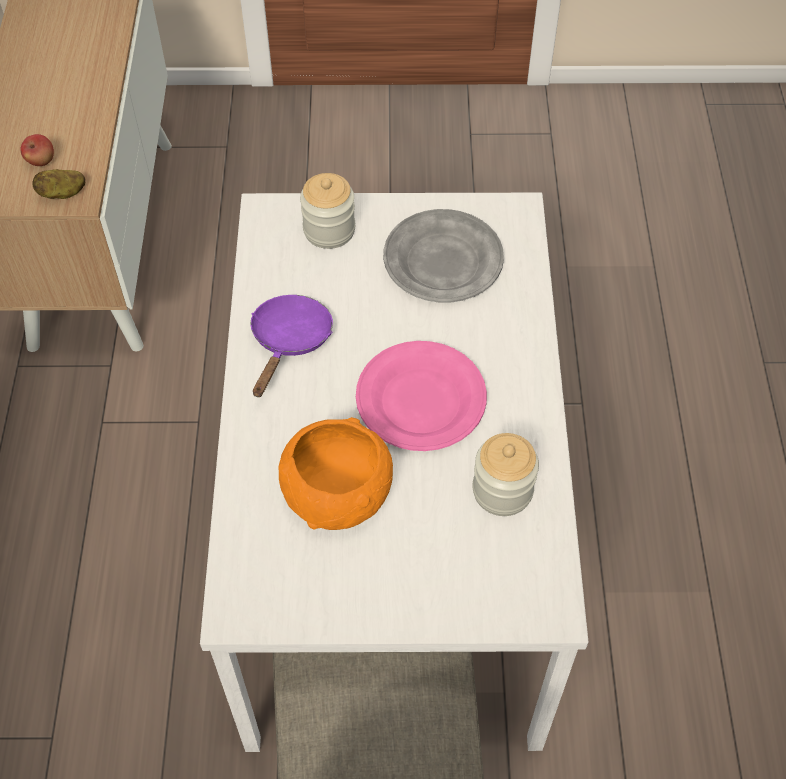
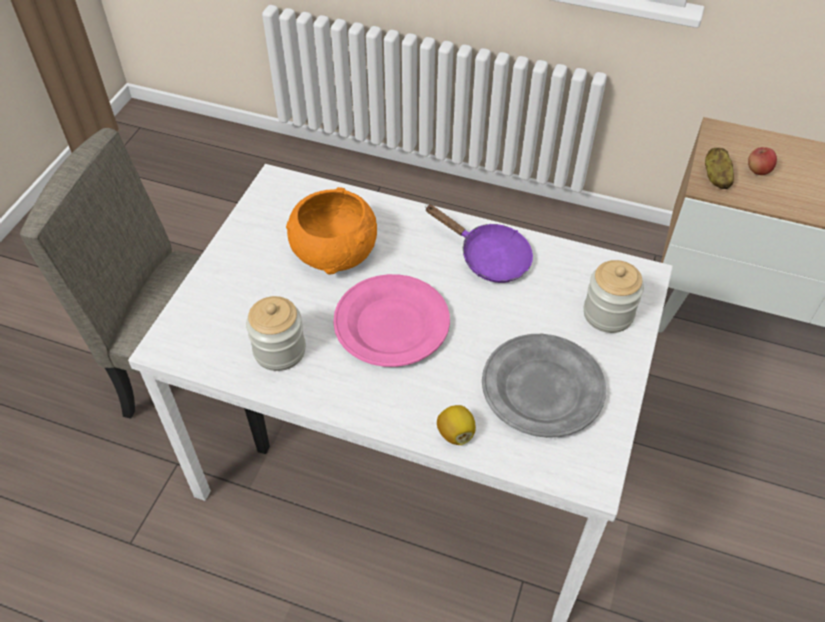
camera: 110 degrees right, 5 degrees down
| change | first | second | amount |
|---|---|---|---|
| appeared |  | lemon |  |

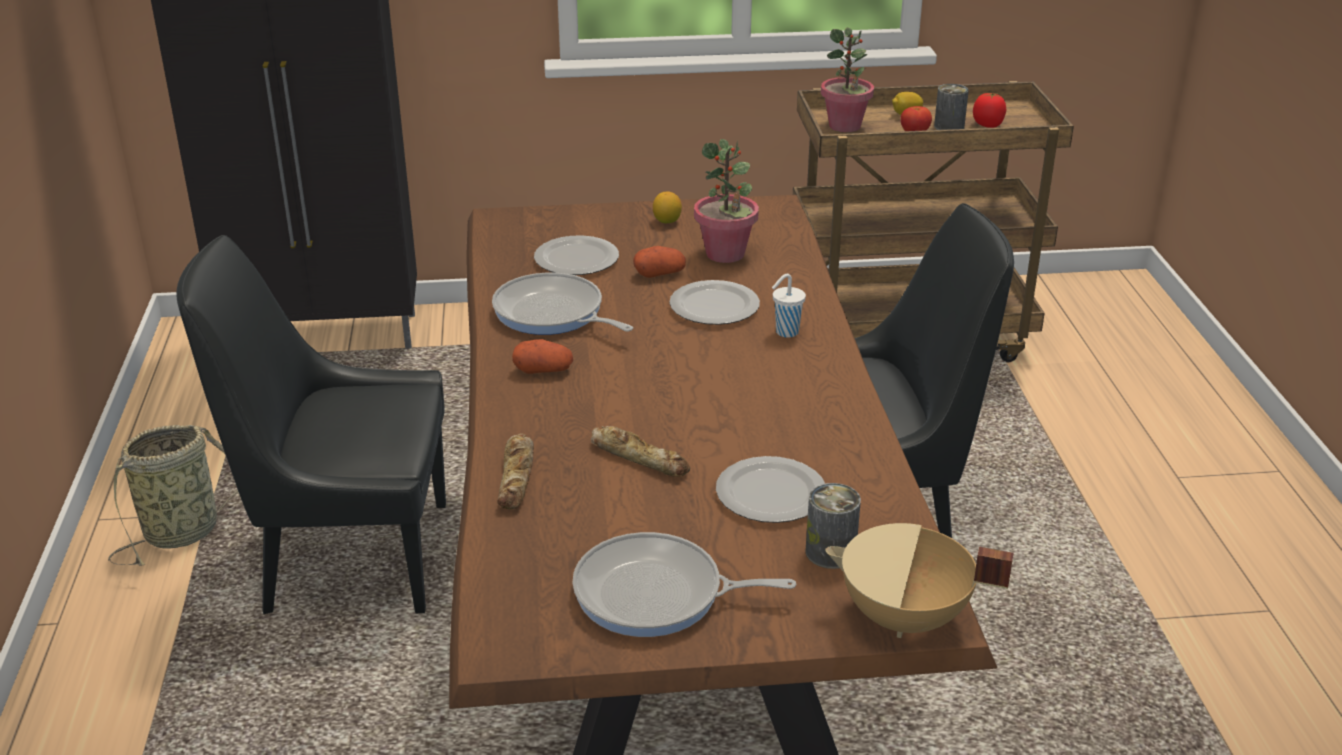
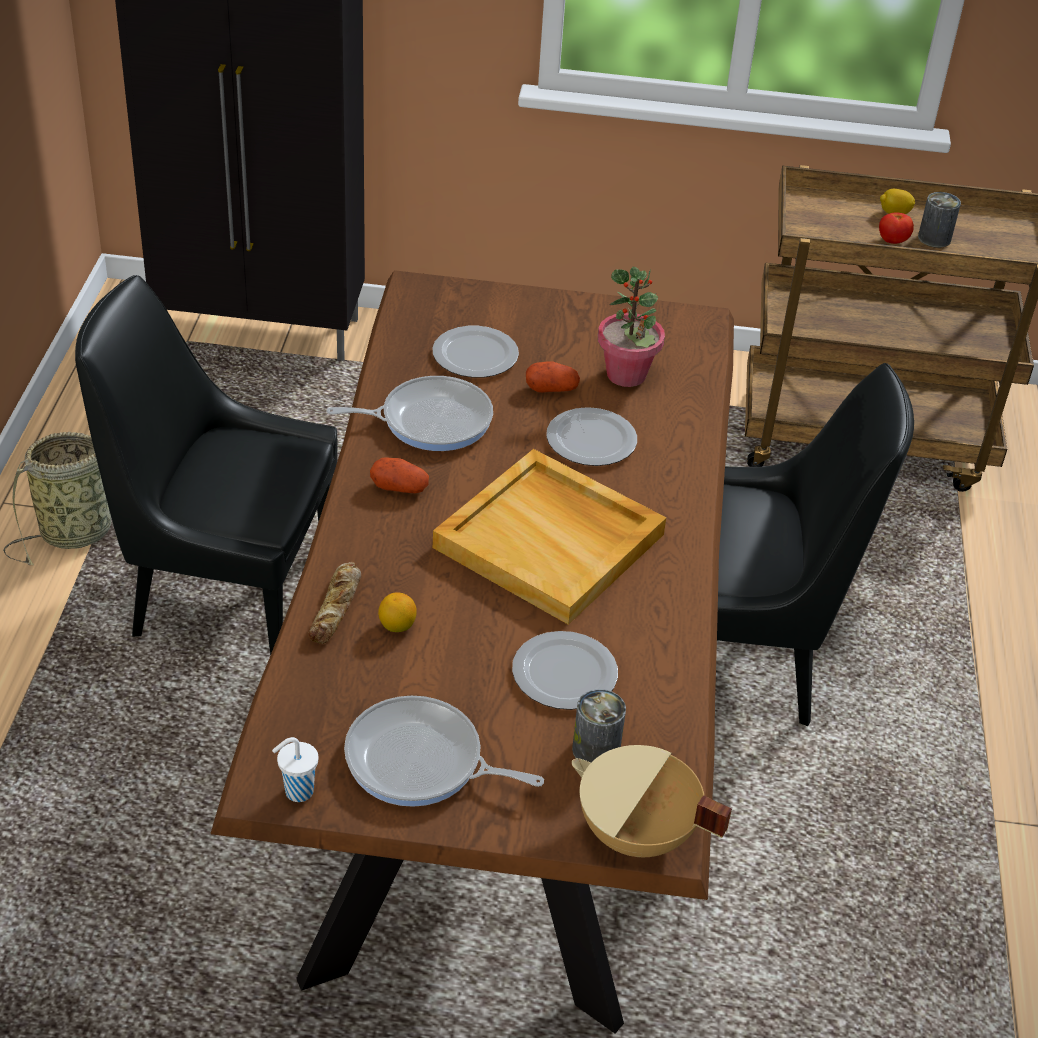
camera: 10 degrees right, 10 degrees up
| change | first | second | amount |
|---|---|---|---|
| missing | bread (no. 2 from left) |  |  |
| missing | potted plant (no. 2 from left) |  |  |
| missing | tomato (no. 2 from left) |  |  |
| appeared |  | tray (beige) |  |
| relocated | lemon (no. 1 from left) |  |  |
| relocated | cup (white) |  |  |
| spun | frying pan (no. 1 from left) |  | 120 degrees clockwise |

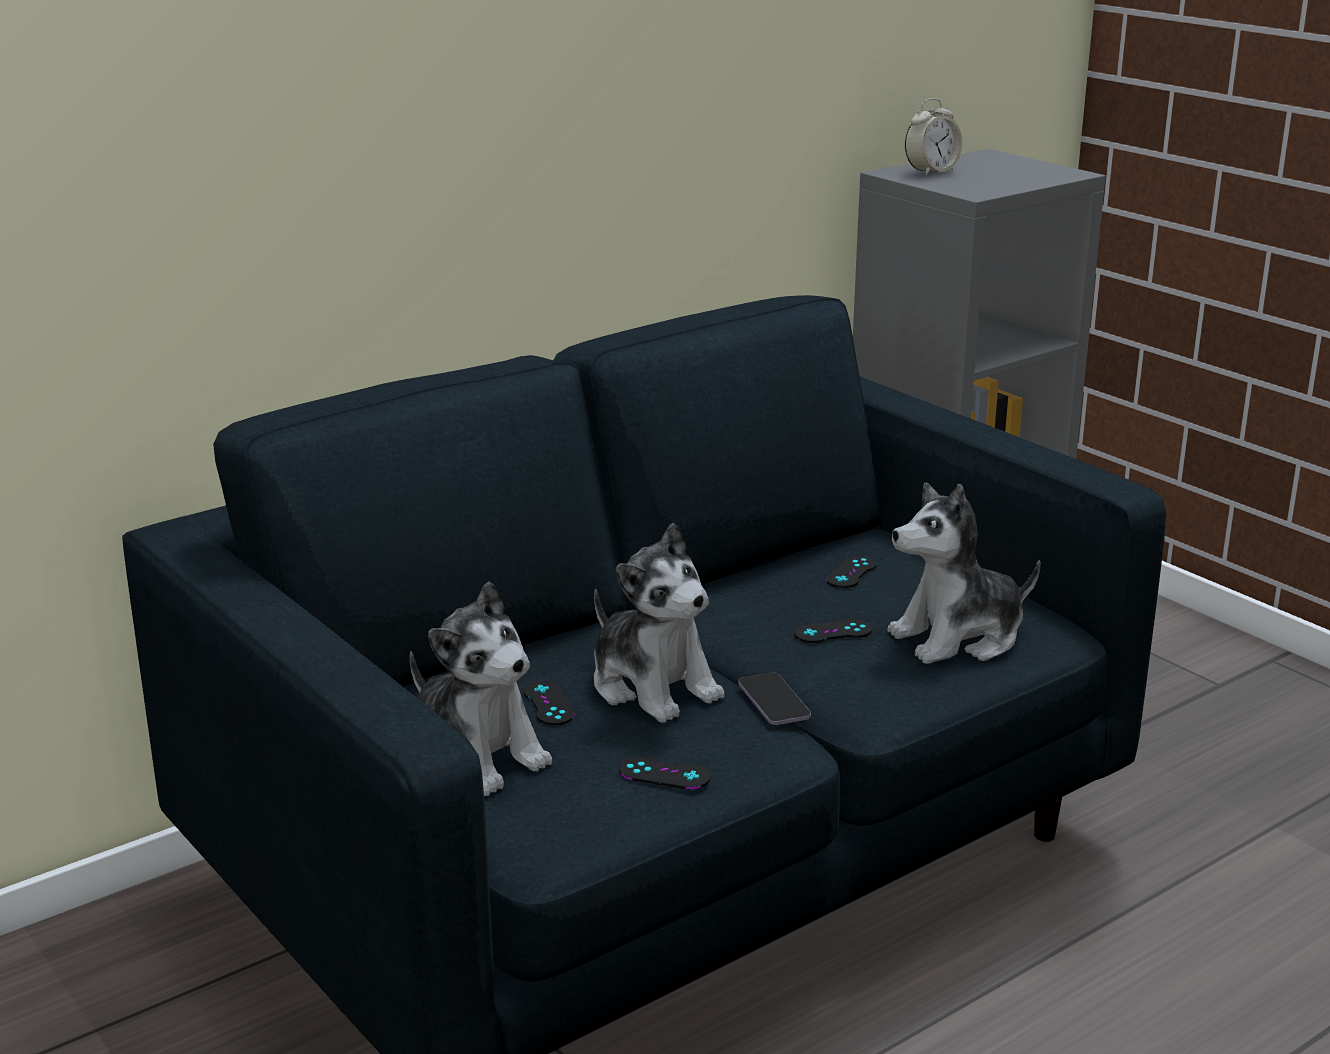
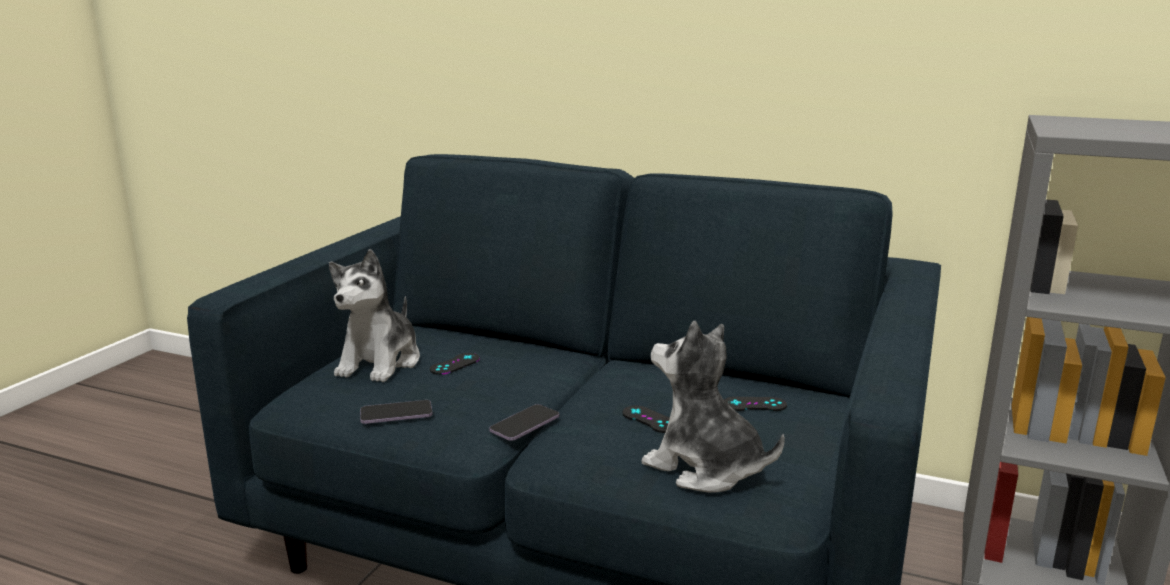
camera: 60 degrees right, 5 degrees down
| change | first | second | amount |
|---|---|---|---|
| missing | plush toy (no. 2 from left) |  |  |
| missing | alarm clock |  |  |
| exchanged | game controller (black) (no. 2 from left) | phone (no. 1 from left) |  |

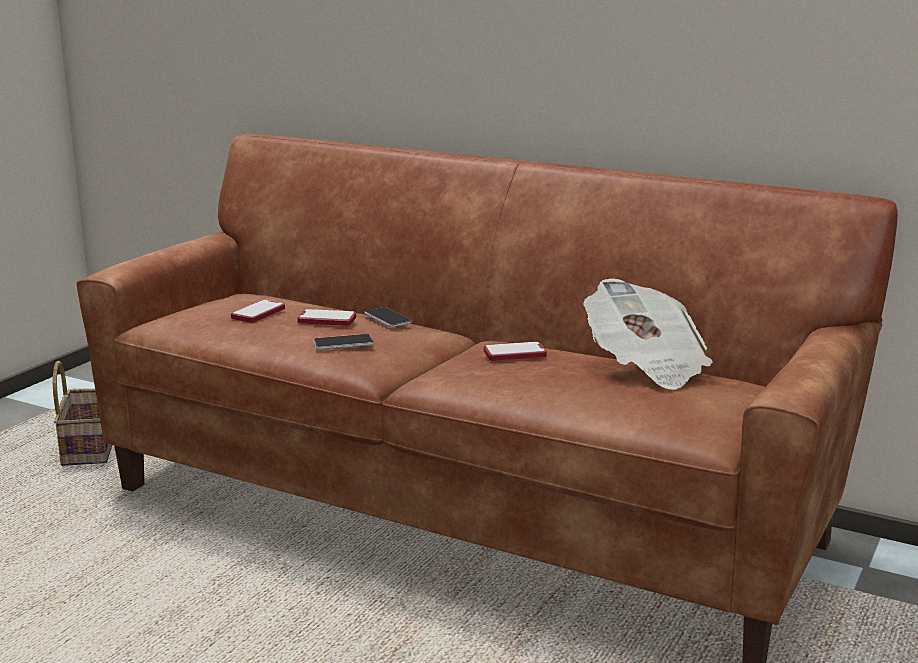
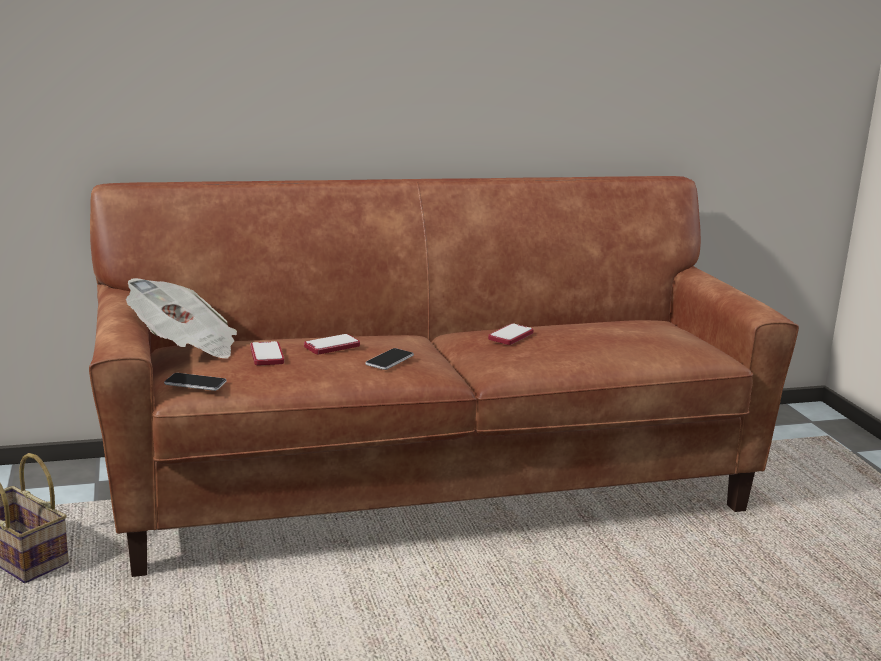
camera: 45 degrees left, 0 degrees up
| change | first | second | amount |
|---|---|---|---|
| relocated | phone (no. 4 from left in the first image) | phone (no. 1 from left) |  |
| relocated | newspaper |  |  |

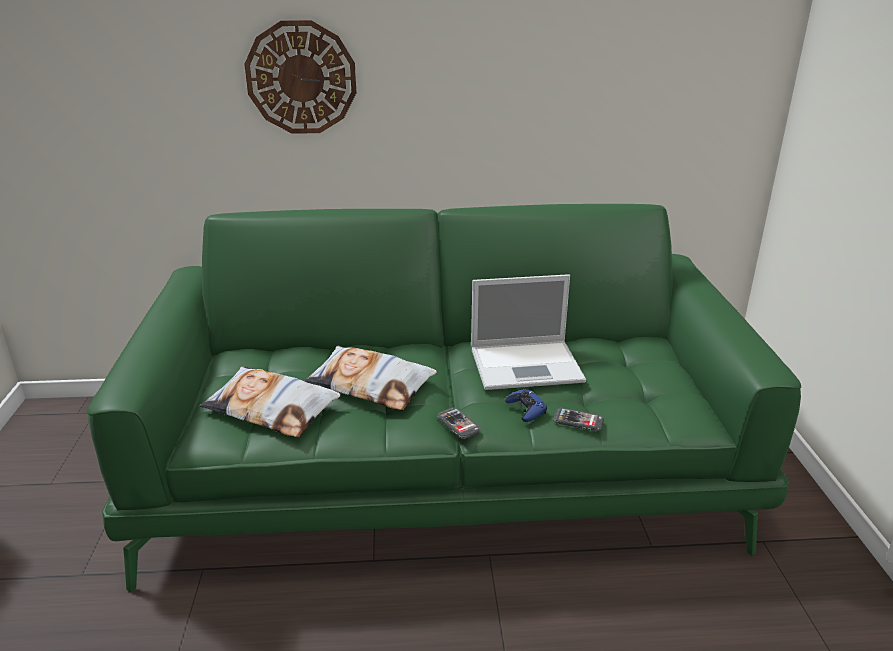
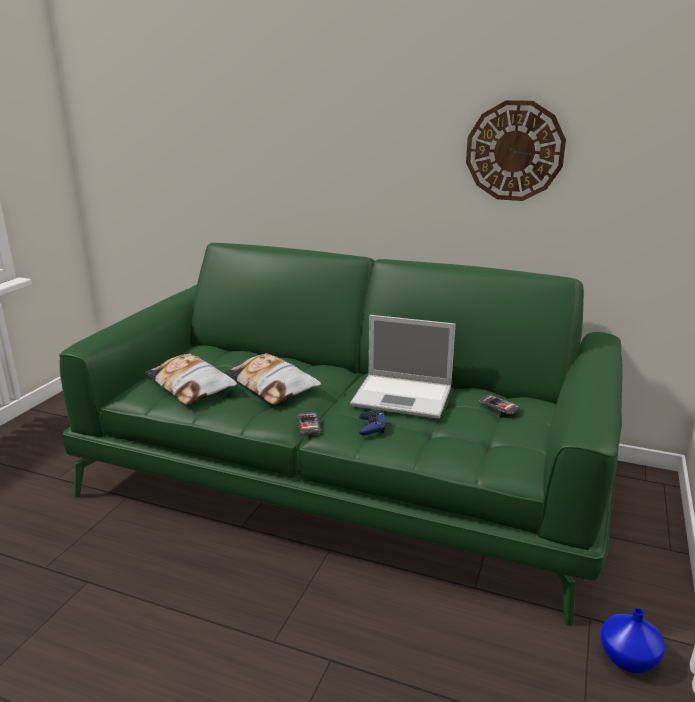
camera: 25 degrees right, 5 degrees down
| change | first | second | amount |
|---|---|---|---|
| appeared |  | vase (blue) |  |
| relocated | wall clock |  |  |
| relocated | phone (no. 2 from left) |  |  |

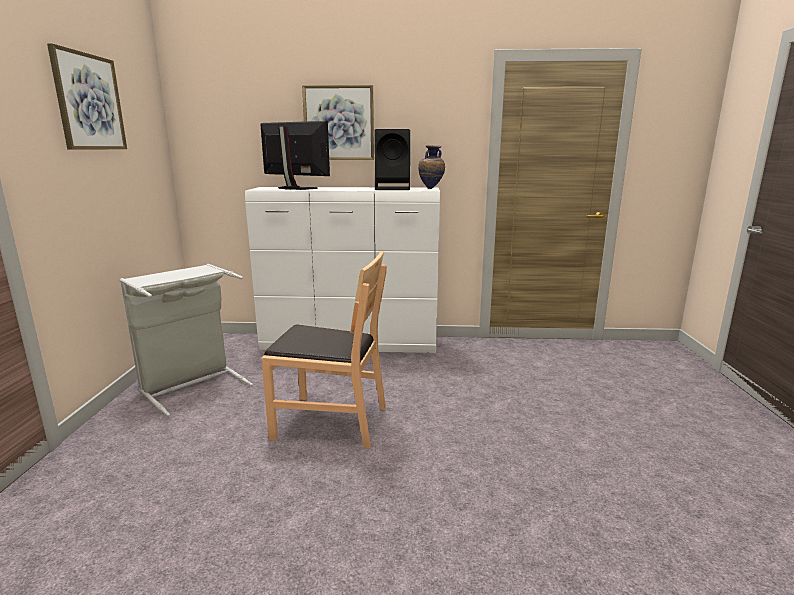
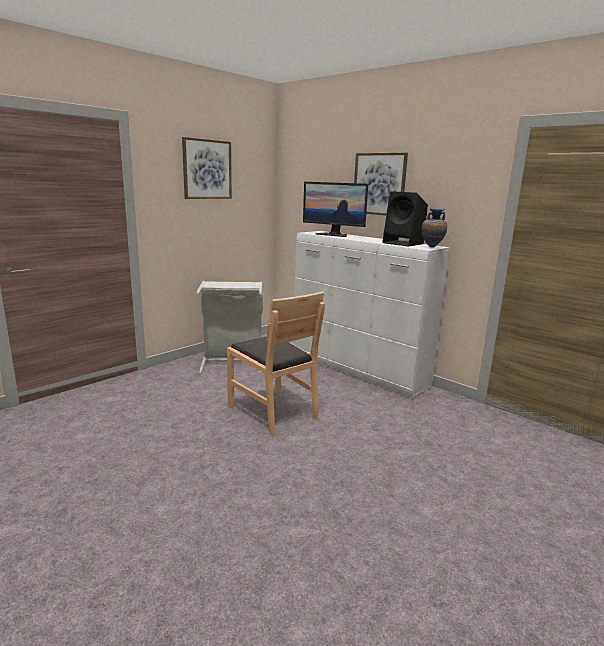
camera: 40 degrees right, 0 degrees up
| change | first | second | amount |
|---|---|---|---|
| spun | monitor |  | 135 degrees clockwise |

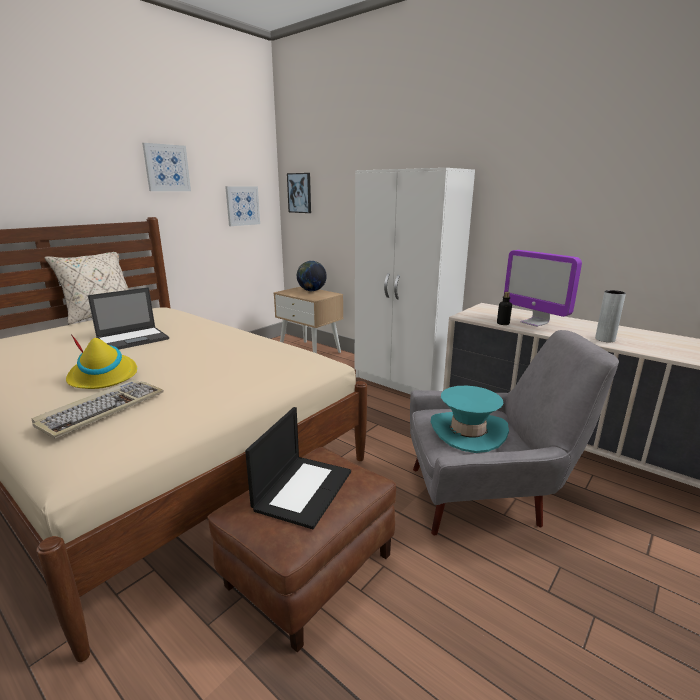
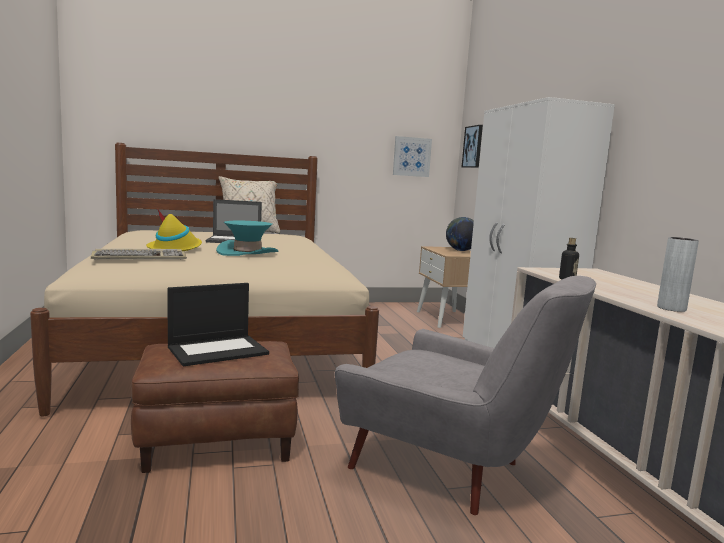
camera: 35 degrees right, 10 degrees down
| change | first | second | amount |
|---|---|---|---|
| missing | picture (no. 1 from left) |  |  |
| missing | monitor |  |  |
| relocated | hat (turquoise) |  |  |

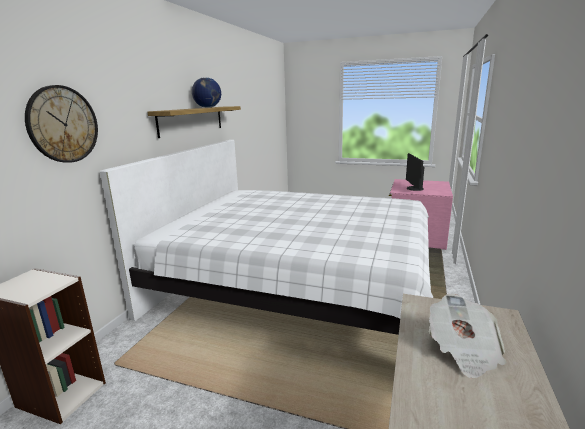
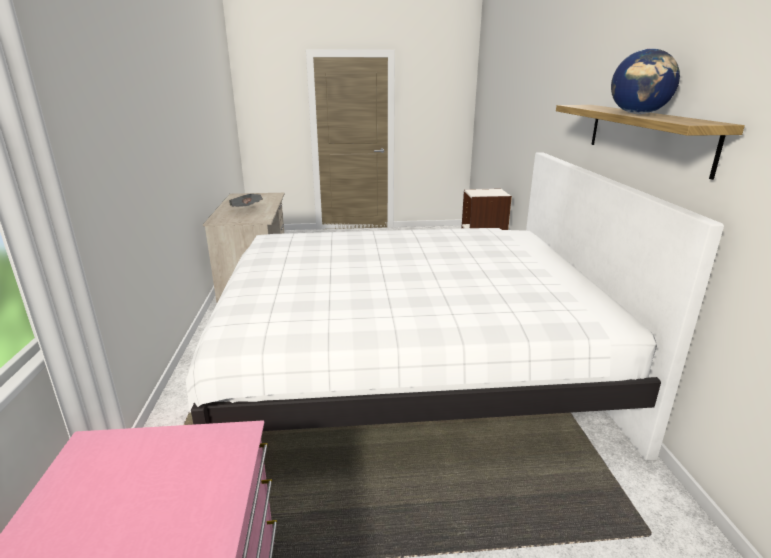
camera: 155 degrees right, 5 degrees up
| change | first | second | amount |
|---|---|---|---|
| missing | wall clock |  |  |
| missing | monitor |  |  |

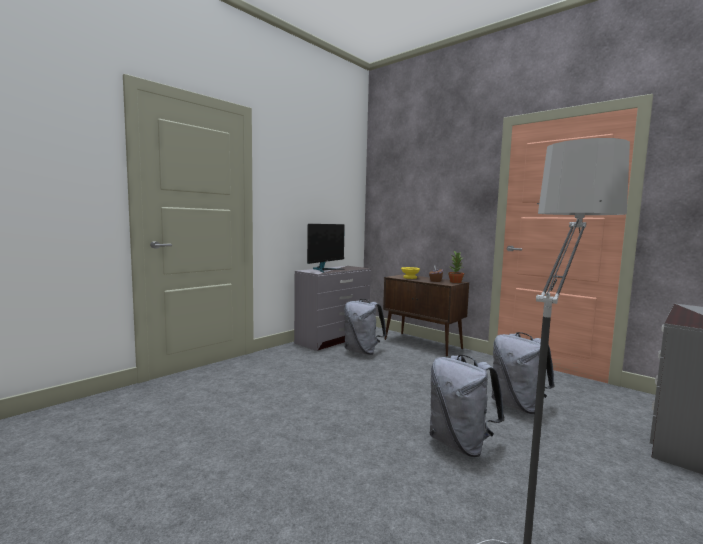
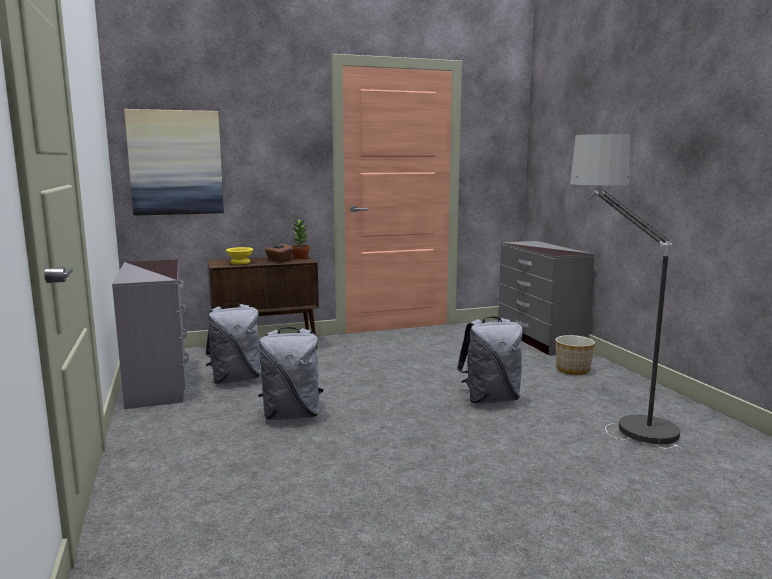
camera: 60 degrees left, 5 degrees up
| change | first | second | amount |
|---|---|---|---|
| missing | monitor |  |  |
| appeared |  | picture |  |
| appeared |  | planter |  |
| relocated | backpack (grey) (no. 3 from left in the first image) | backpack (grey) (no. 2 from left) |  |

